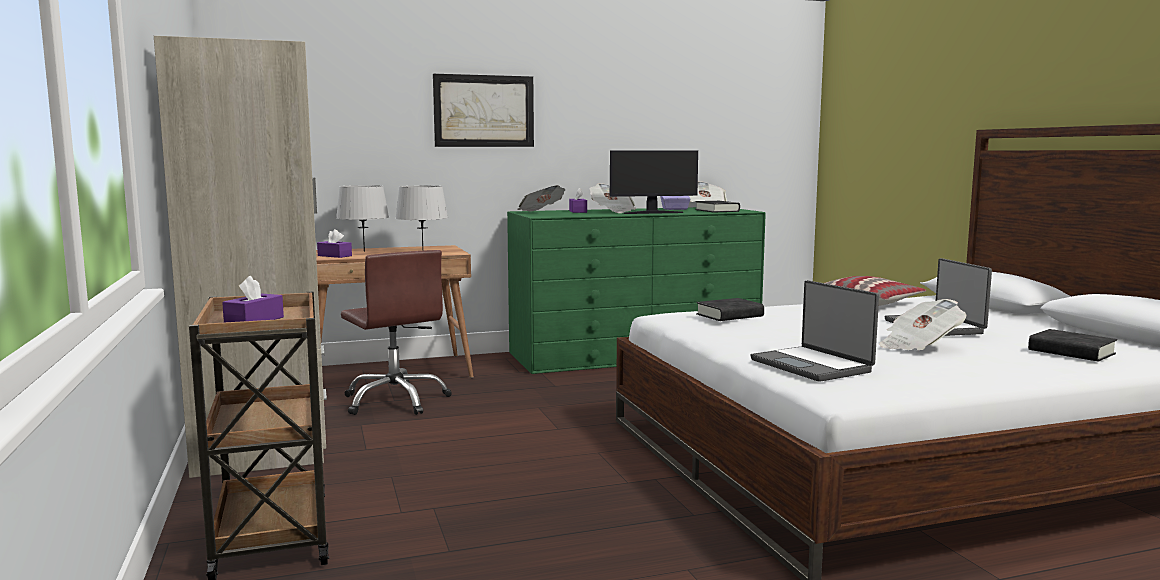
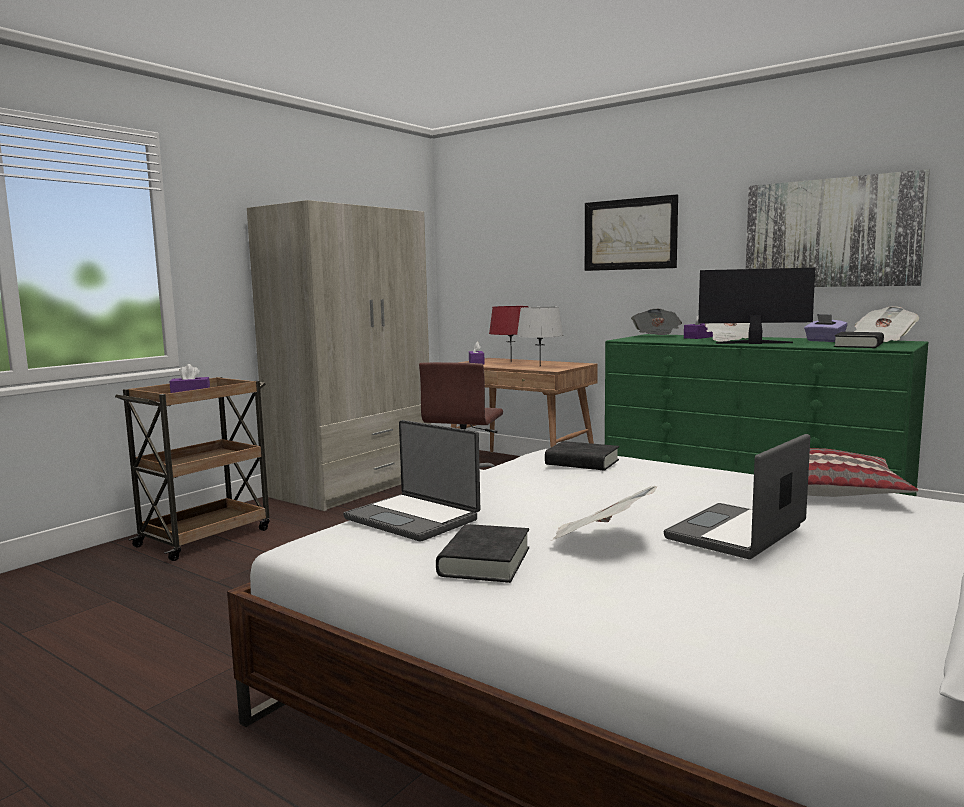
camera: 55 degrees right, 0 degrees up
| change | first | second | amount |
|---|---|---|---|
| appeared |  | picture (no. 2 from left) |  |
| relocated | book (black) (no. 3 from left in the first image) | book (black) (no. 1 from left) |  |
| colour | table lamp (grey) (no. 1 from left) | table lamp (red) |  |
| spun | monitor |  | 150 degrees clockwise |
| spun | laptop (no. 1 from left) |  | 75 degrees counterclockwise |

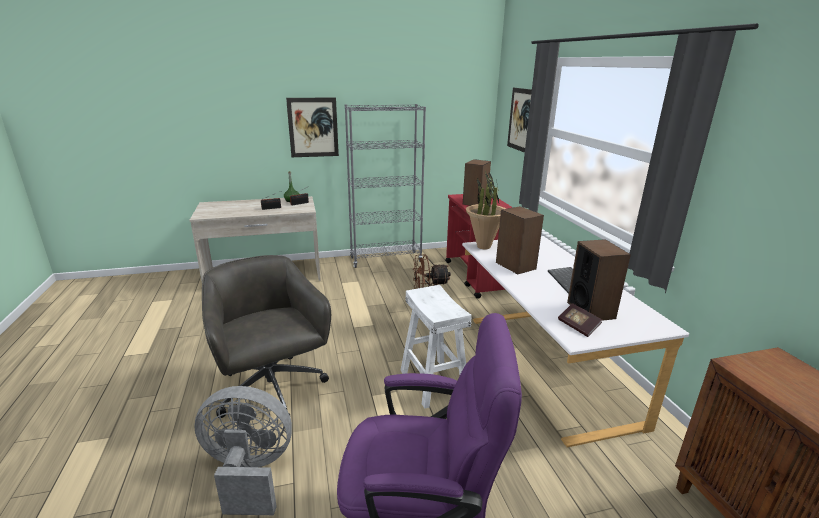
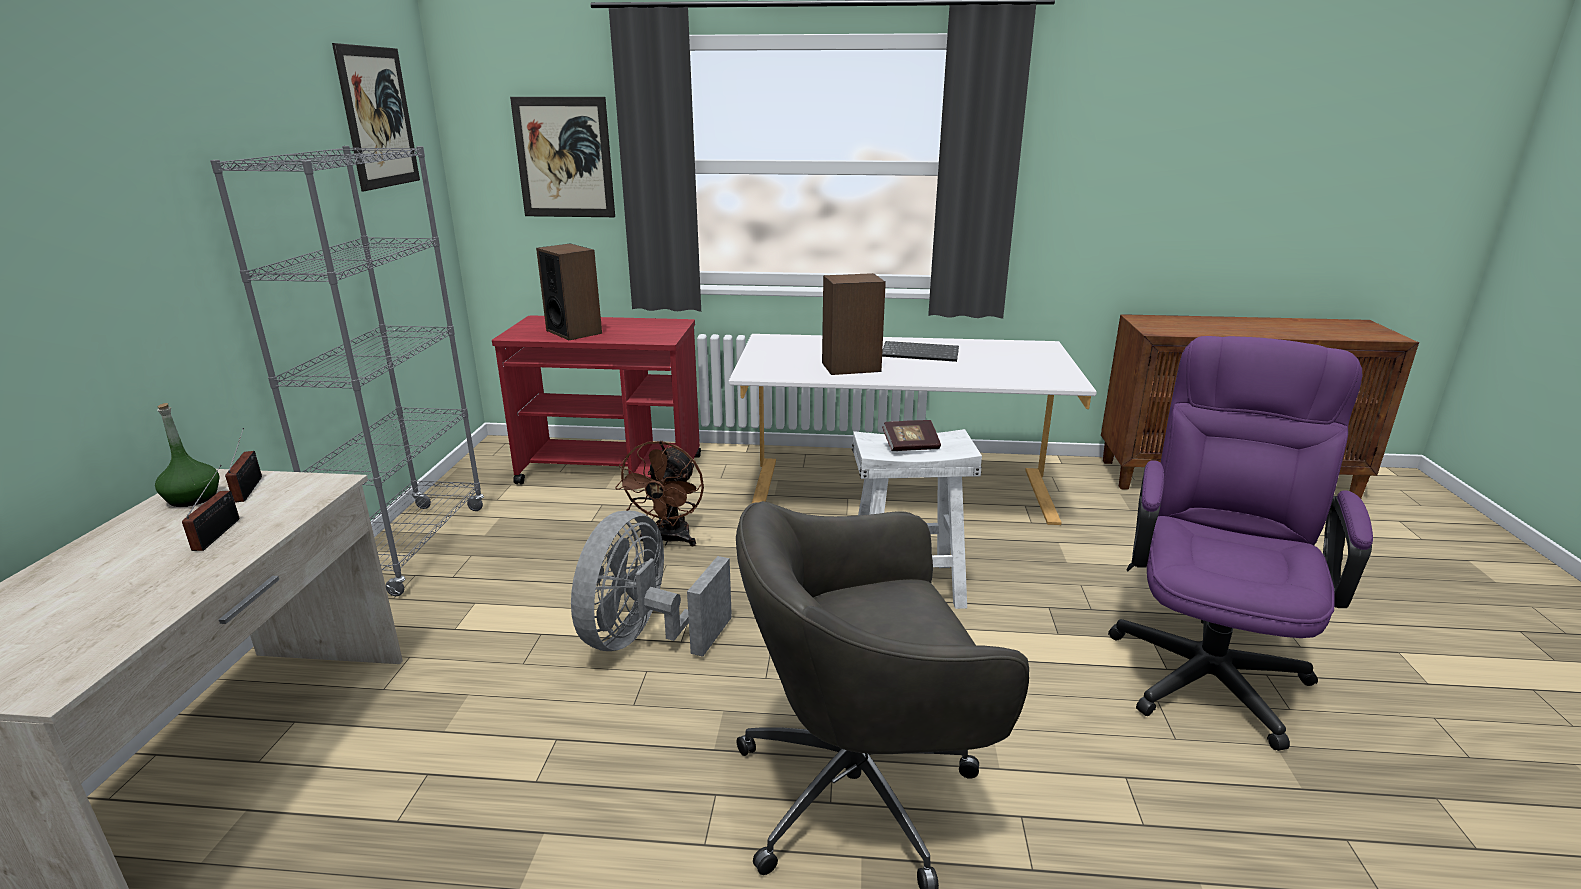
camera: 70 degrees left, 0 degrees up
| change | first | second | amount |
|---|---|---|---|
| missing | potted plant |  |  |
| missing | speaker (no. 3 from left) |  |  |
| relocated | fan (grey) |  |  |
| relocated | picture (no. 1 from left) |  |  |
| relocated | book |  |  |

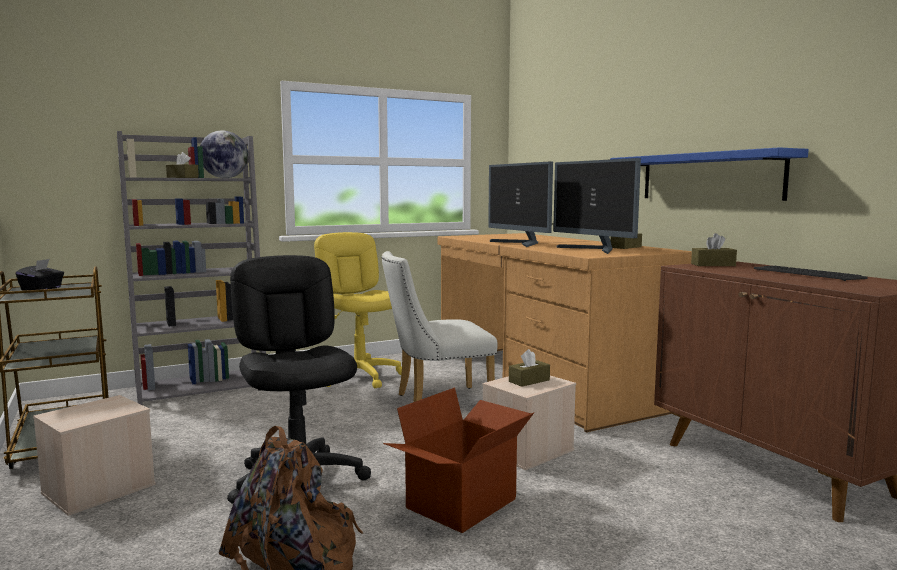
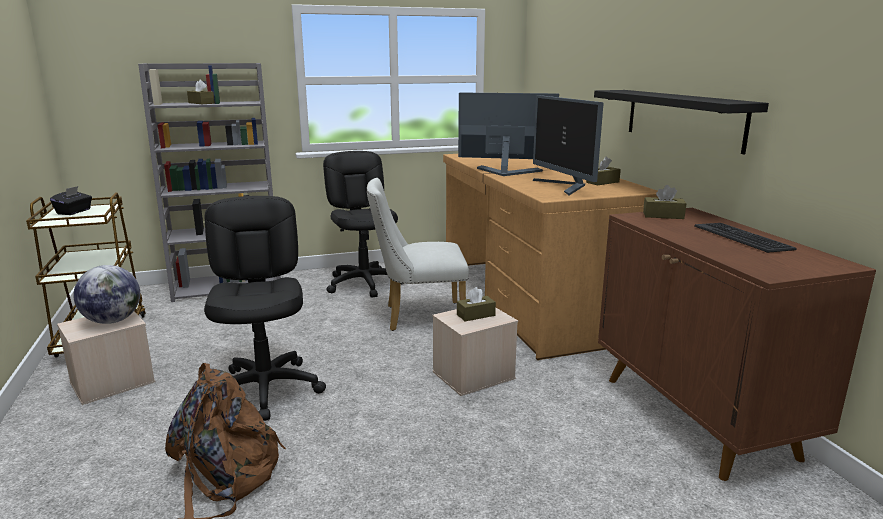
camera: 10 degrees right, 10 degrees up
| change | first | second | amount |
|---|---|---|---|
| missing | cardboard box |  |  |
| relocated | globe |  |  |
| colour | office chair (yellow) | office chair (black) (no. 2 from left) |  |
| colour | shelf (blue) | shelf (black) |  |
| spun | monitor (no. 1 from left) |  | 120 degrees clockwise |

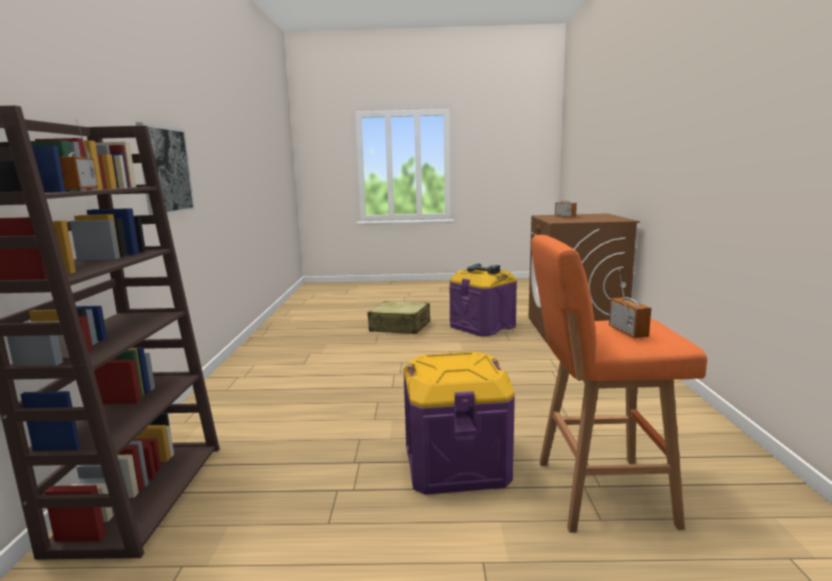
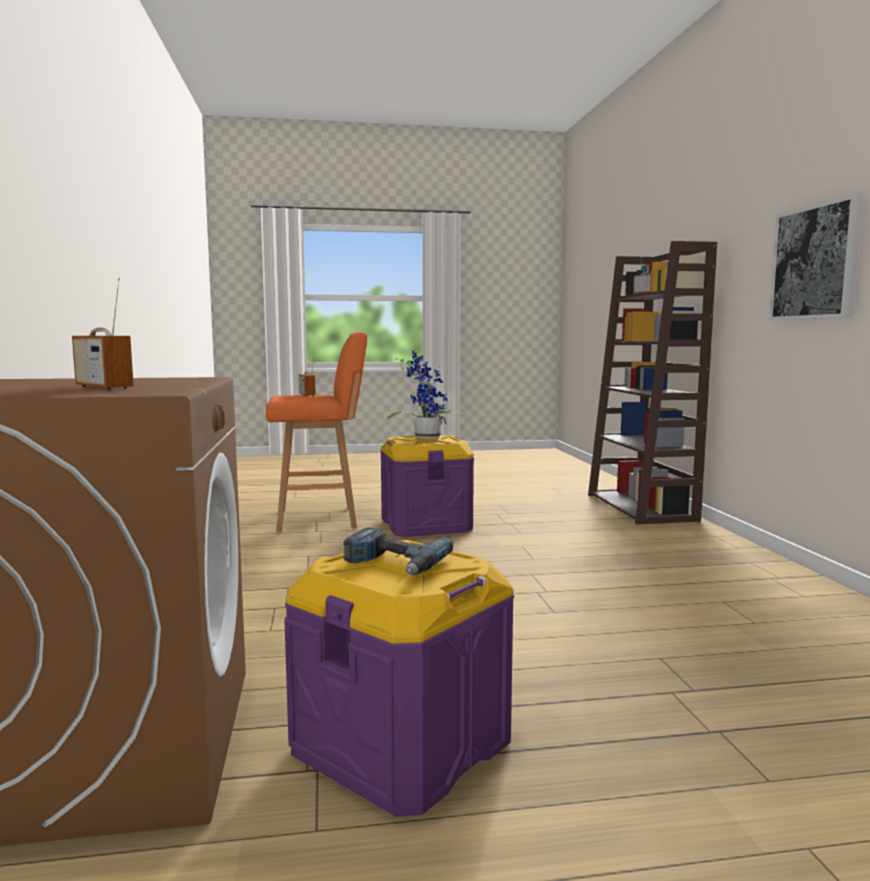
camera: 170 degrees right, 5 degrees down
| change | first | second | amount |
|---|---|---|---|
| missing | suitcase (beige) |  |  |
| appeared |  | potted plant |  |

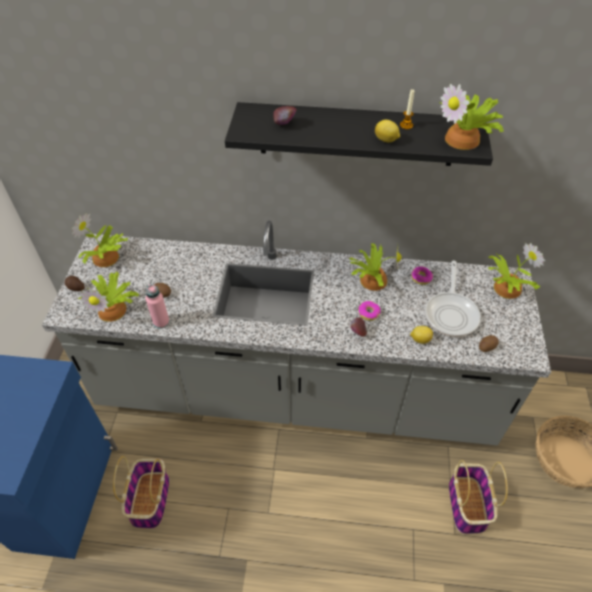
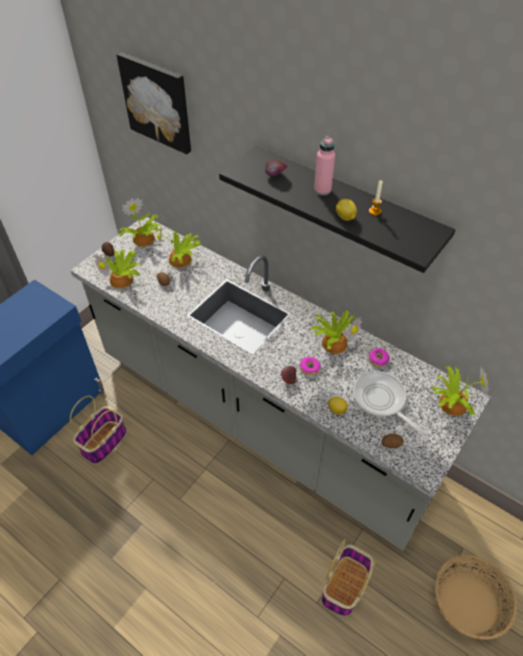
camera: 30 degrees right, 0 degrees up
| change | first | second | amount |
|---|---|---|---|
| appeared |  | picture |  |
| relocated | bottle (pink) |  |  |
| relocated | potted plant (no. 4 from left in the first image) | potted plant (no. 3 from left) |  |
| spun | frying pan |  | 105 degrees clockwise |

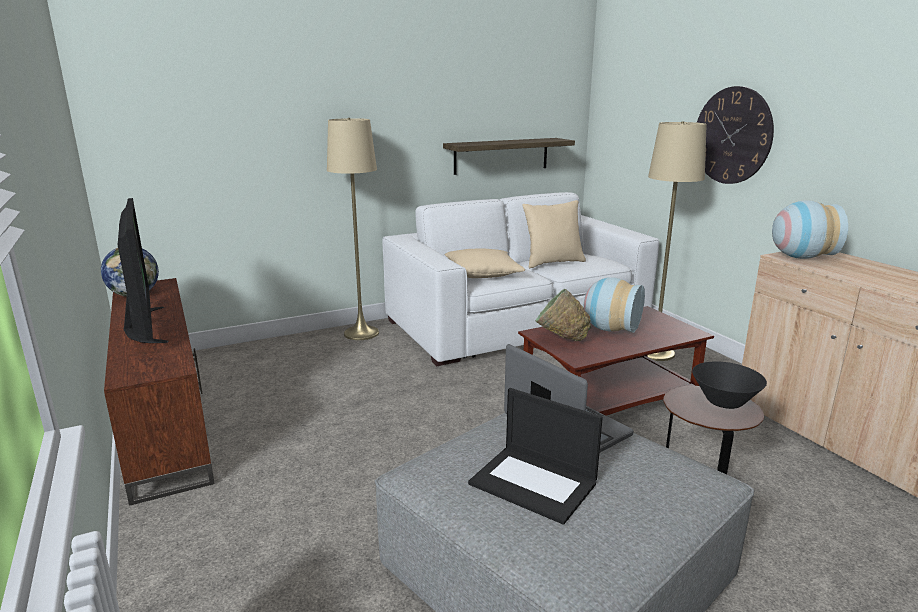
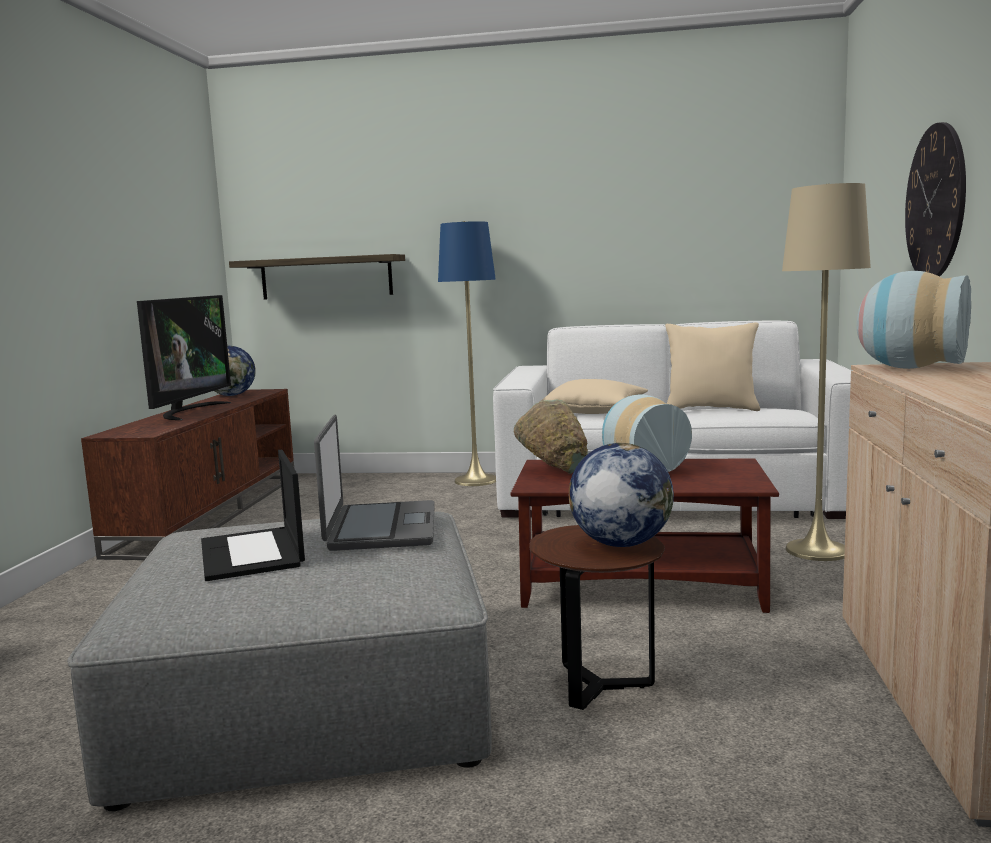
camera: 35 degrees right, 10 degrees down
| change | first | second | amount |
|---|---|---|---|
| relocated | shelf |  |  |
| exchanged | bowl (black) | globe (no. 2 from left) |  |
| colour | floor lamp (beige) (no. 1 from left) | floor lamp (blue) |  |

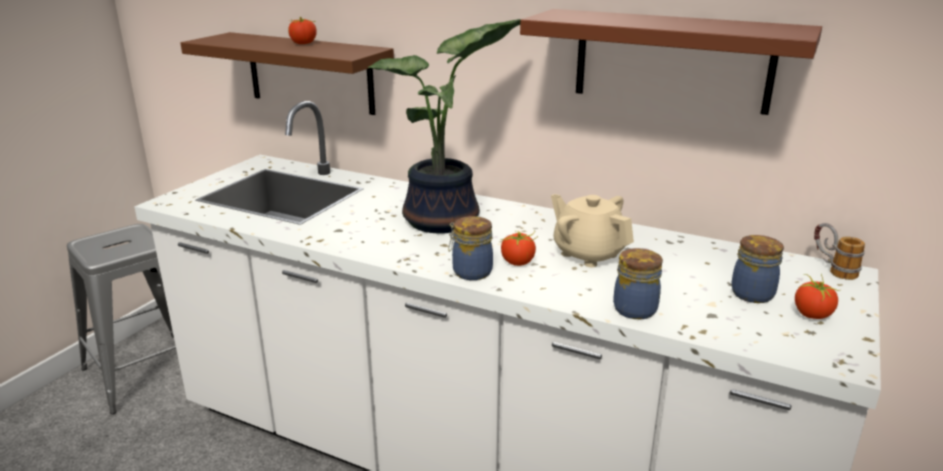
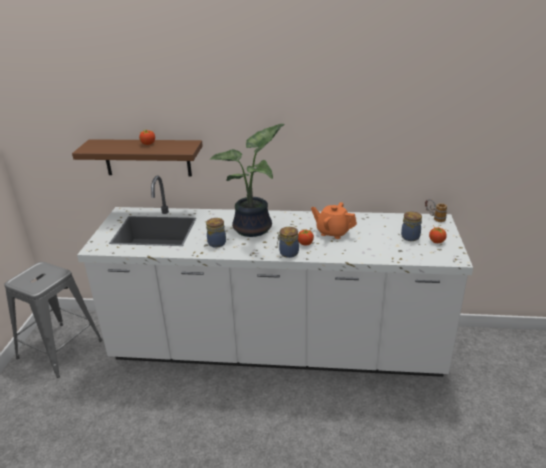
camera: 20 degrees left, 5 degrees up
| change | first | second | amount |
|---|---|---|---|
| missing | shelf (brown) (no. 2 from left) |  |  |
| relocated | jar (no. 2 from left in the first image) | jar (no. 1 from left) |  |
| colour | teapot (beige) | teapot (orange) |  |

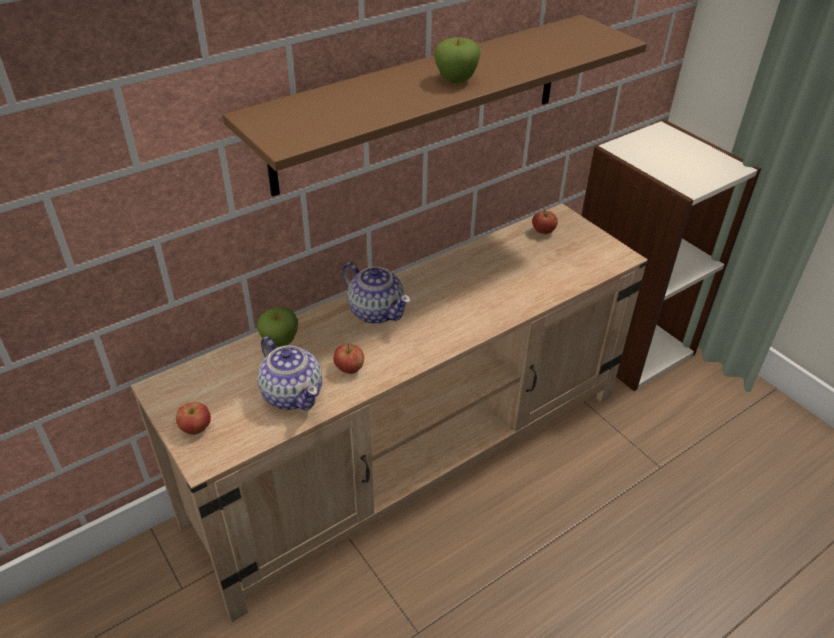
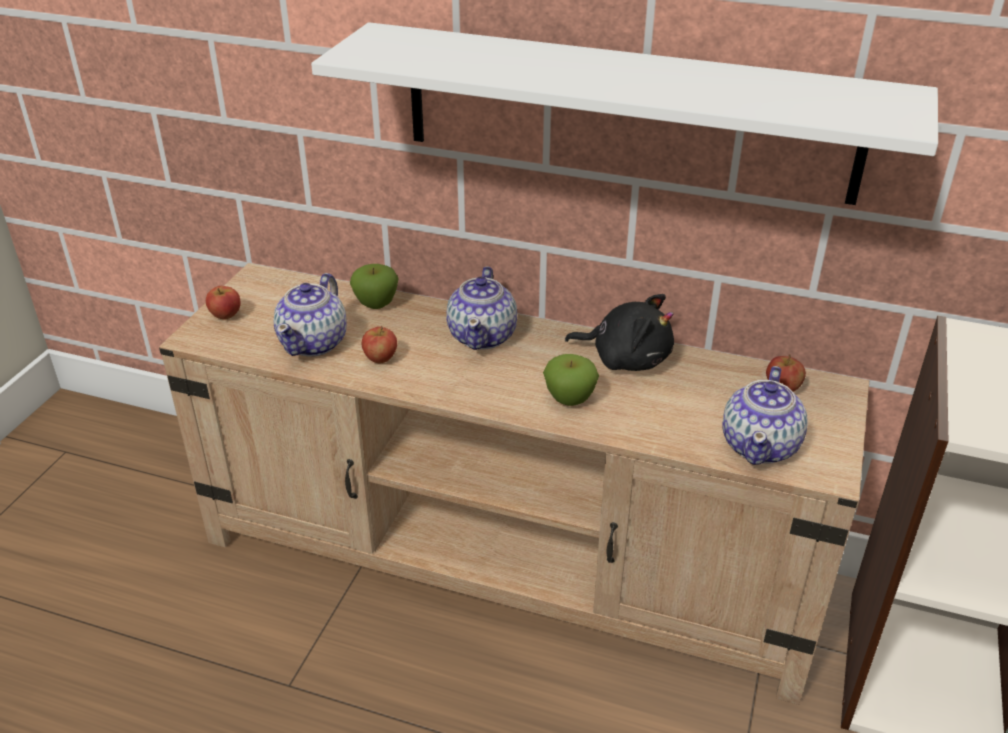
camera: 55 degrees right, 5 degrees down
| change | first | second | amount |
|---|---|---|---|
| appeared |  | plush toy (black) |  |
| appeared |  | teapot (no. 3 from left) |  |
| relocated | apple (no. 4 from left) |  |  |
| colour | shelf (brown) | shelf (white) |  |

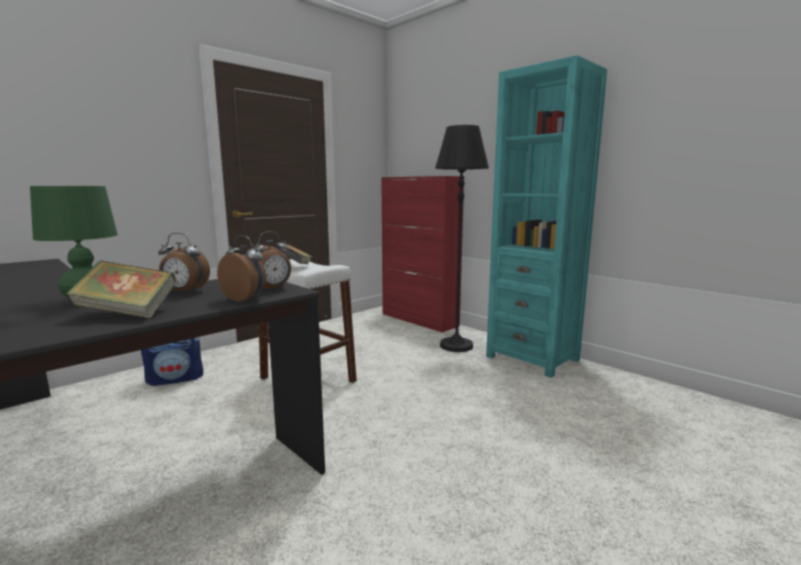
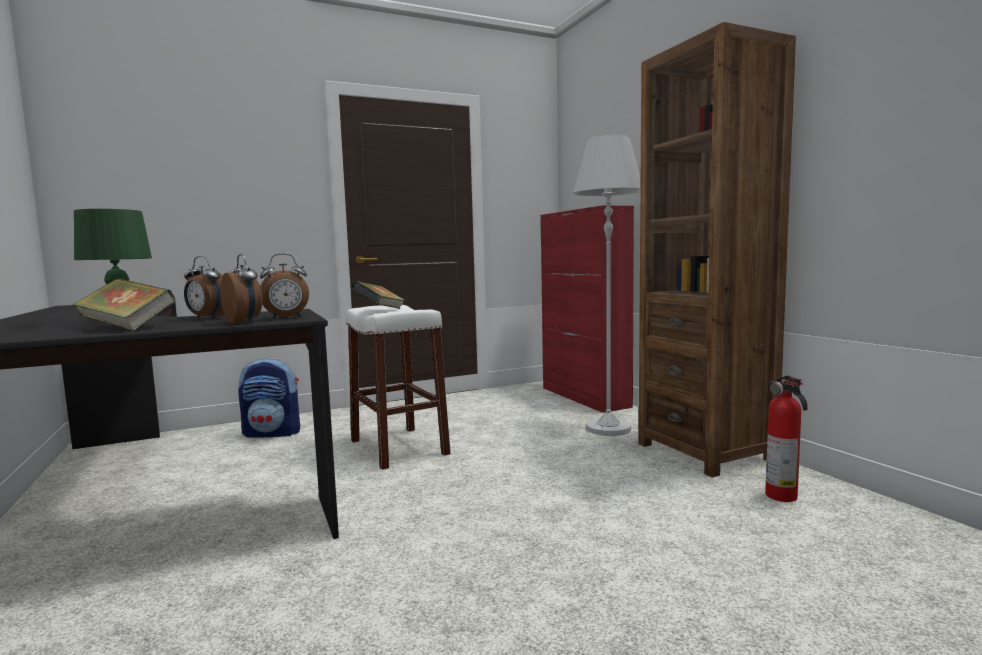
camera: 20 degrees right, 5 degrees down
| change | first | second | amount |
|---|---|---|---|
| appeared |  | fire extinguisher |  |
| colour | floor lamp (black) | floor lamp (white) |  |
| colour | bookcase (turquoise) | bookcase (brown) |  |

